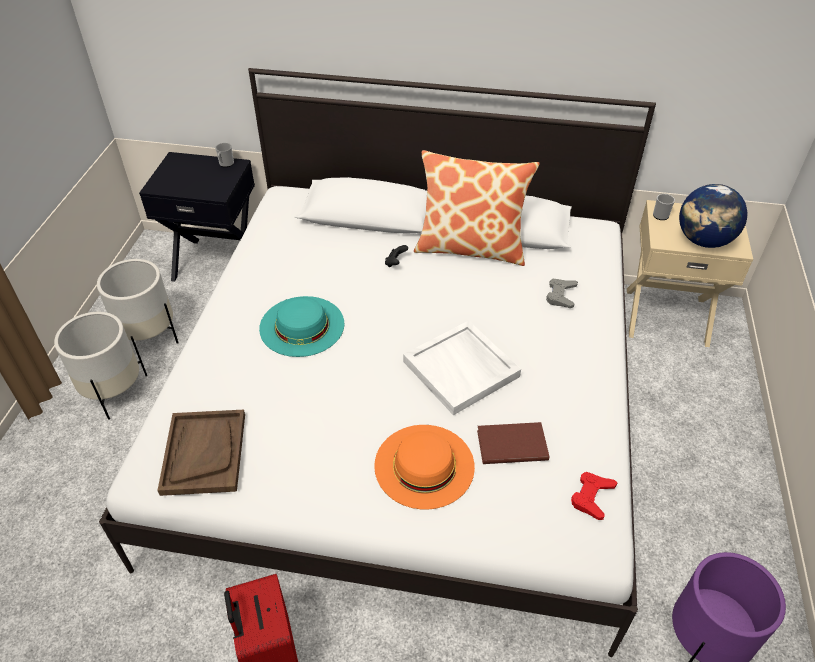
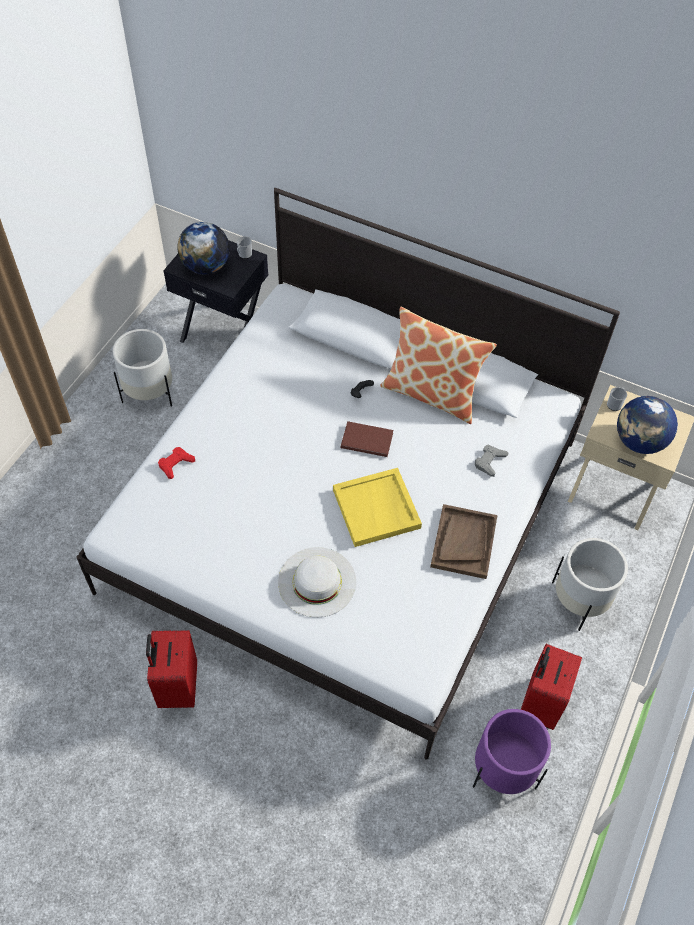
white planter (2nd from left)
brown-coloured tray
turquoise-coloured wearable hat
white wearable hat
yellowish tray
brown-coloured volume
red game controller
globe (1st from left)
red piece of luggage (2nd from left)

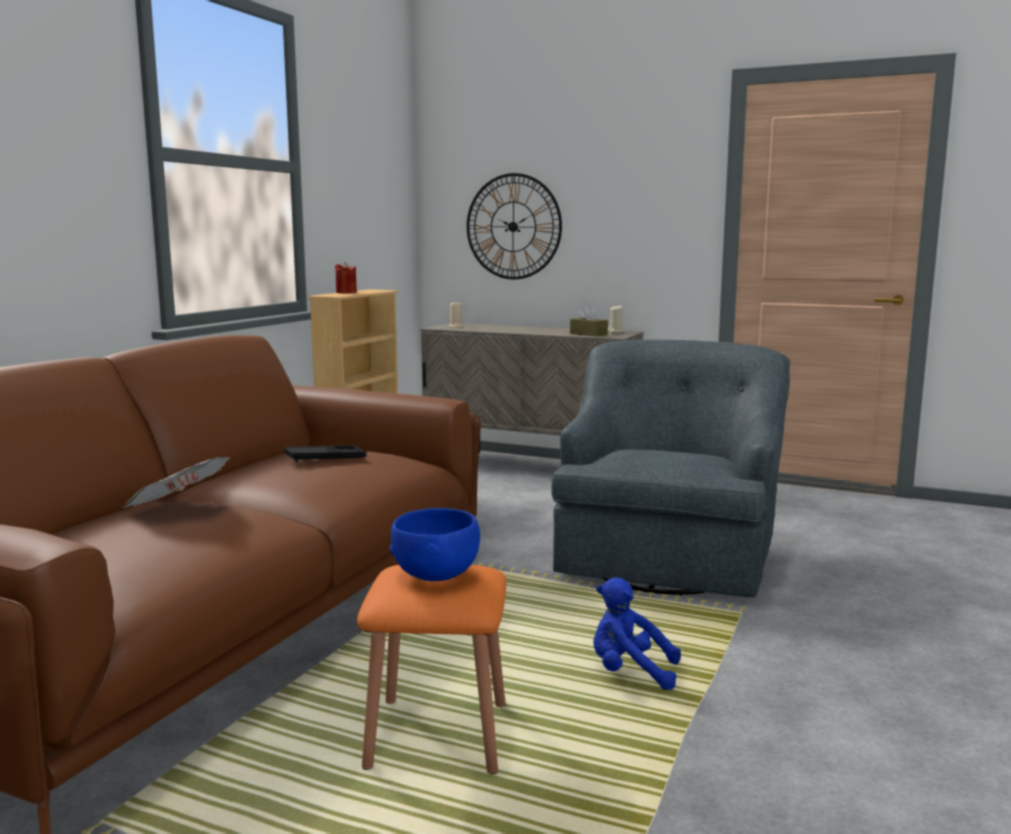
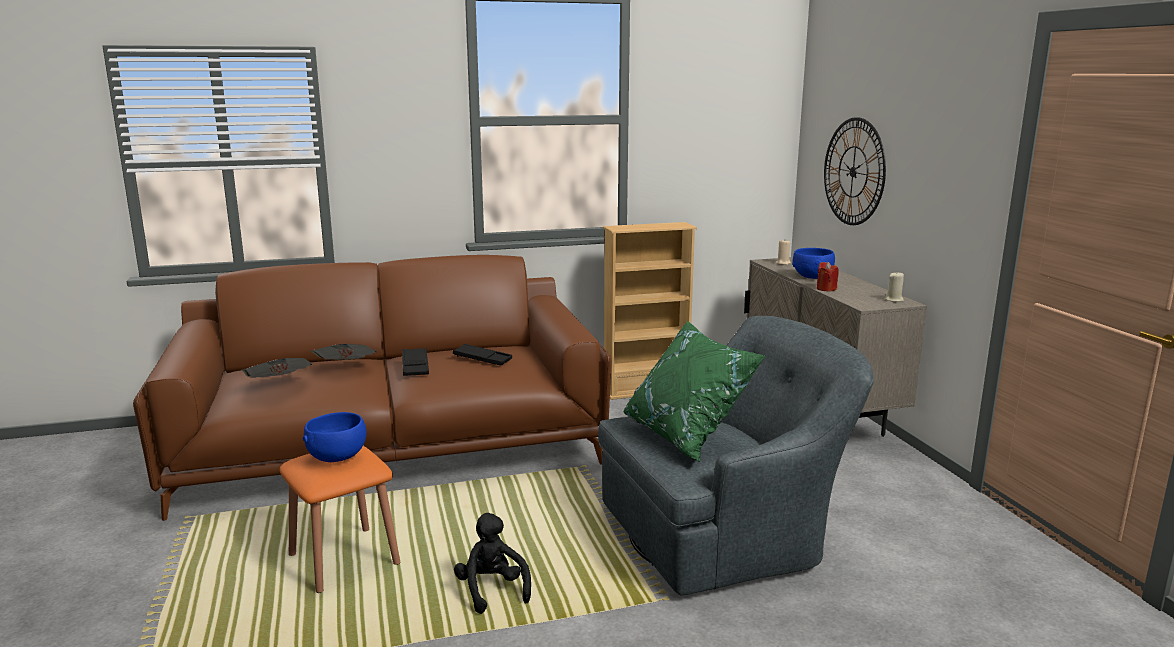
red candle
brown-coloured tissue box
black plush toy
printed paper (1st from left)
black tray (1st from left)
green-coloured throw pillow
blue-coloured deep dish (2nd from left)

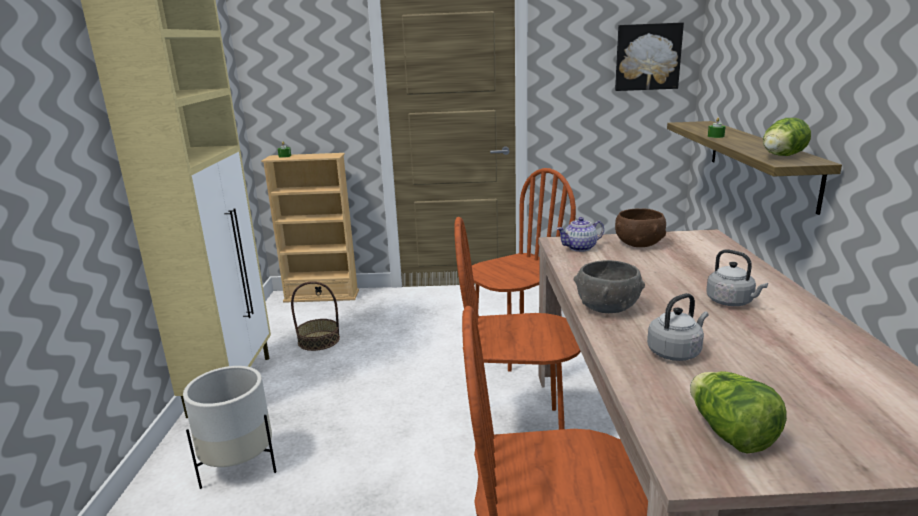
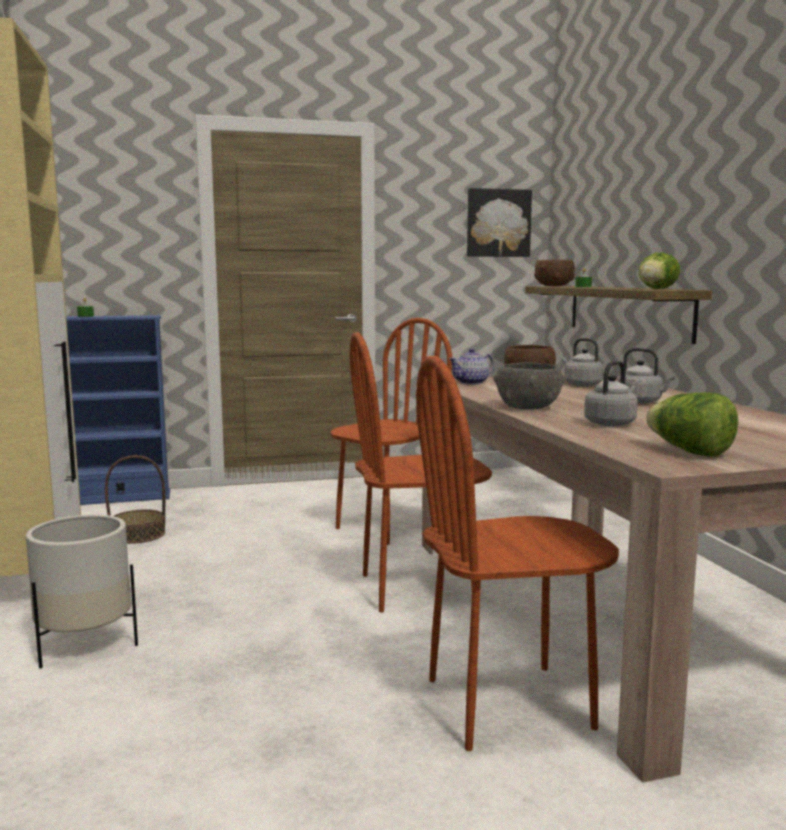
blue-coloured bookcase
brown-coloured deep dish (2nd from left)
grey tea kettle (1st from left)

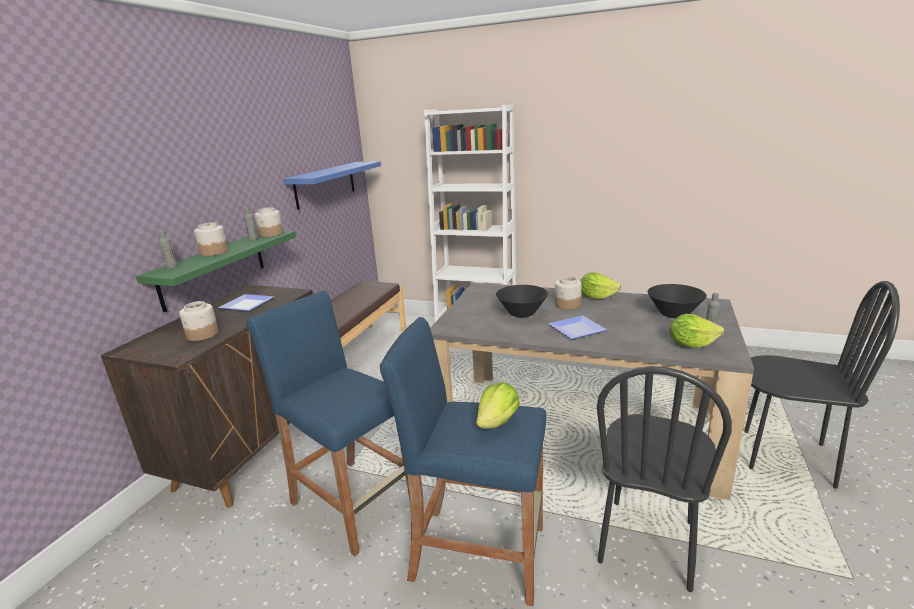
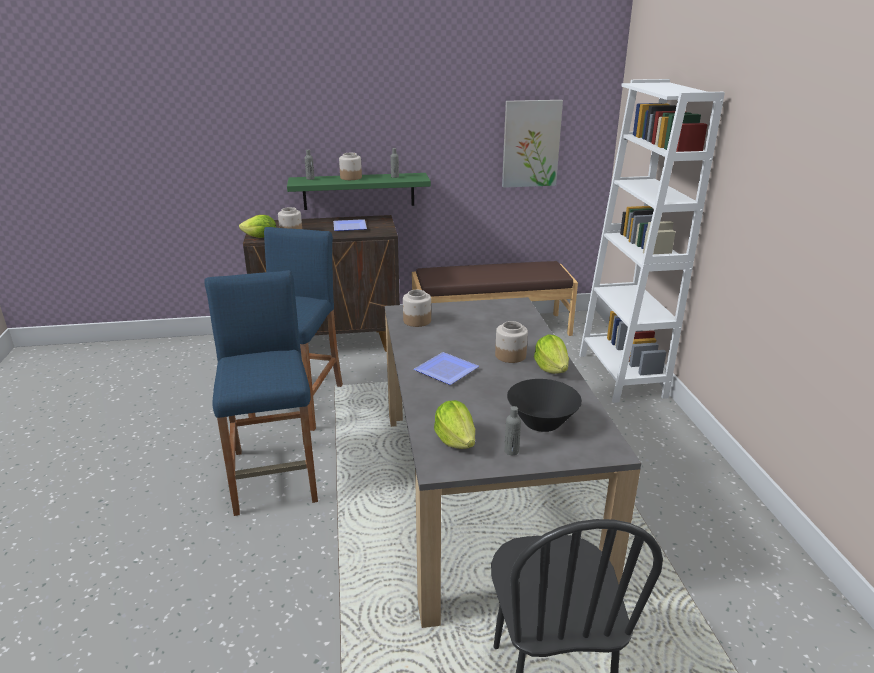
preserve jar (3rd from left)
wall art
lettuce (1st from left)
black deep dish (1st from left in the first image)
black upright chair (1st from left in the first image)

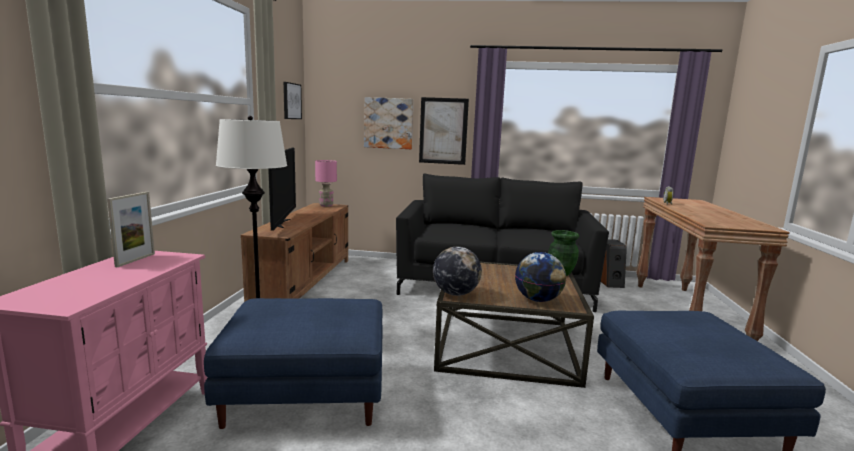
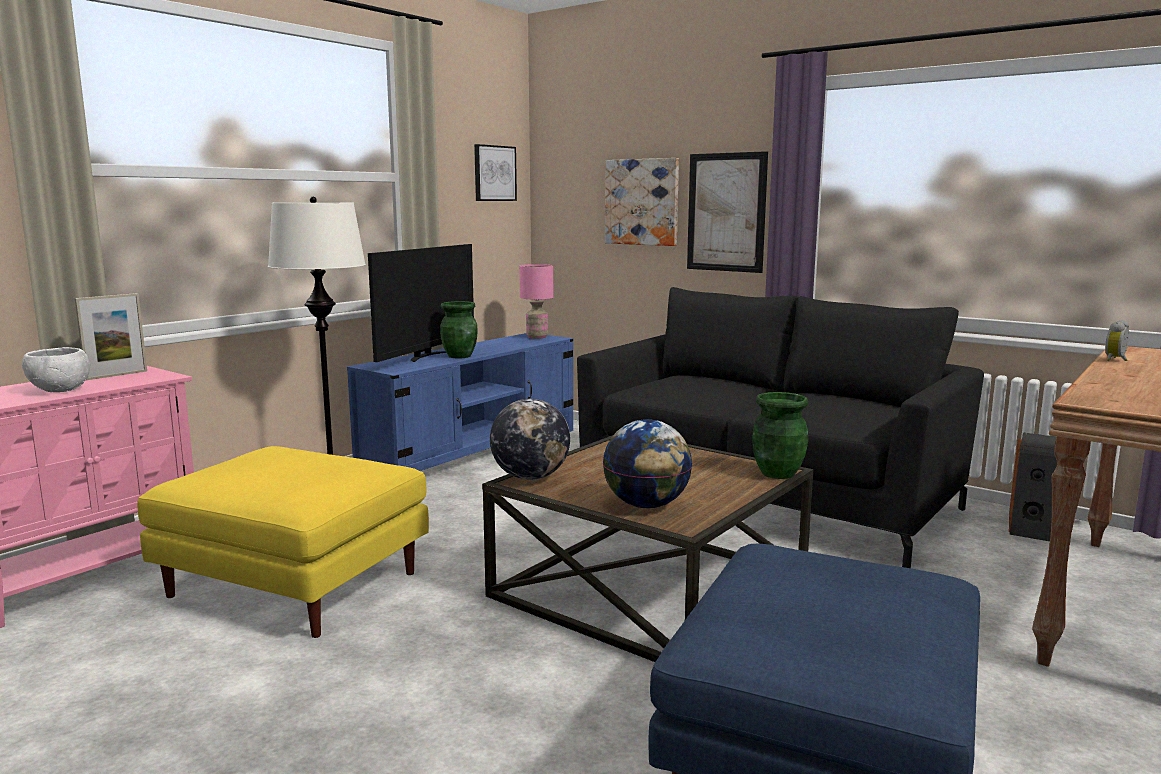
yellowish ottoman
blue-coloured media console
white deep dish
green-coloured decorative vase (1st from left)

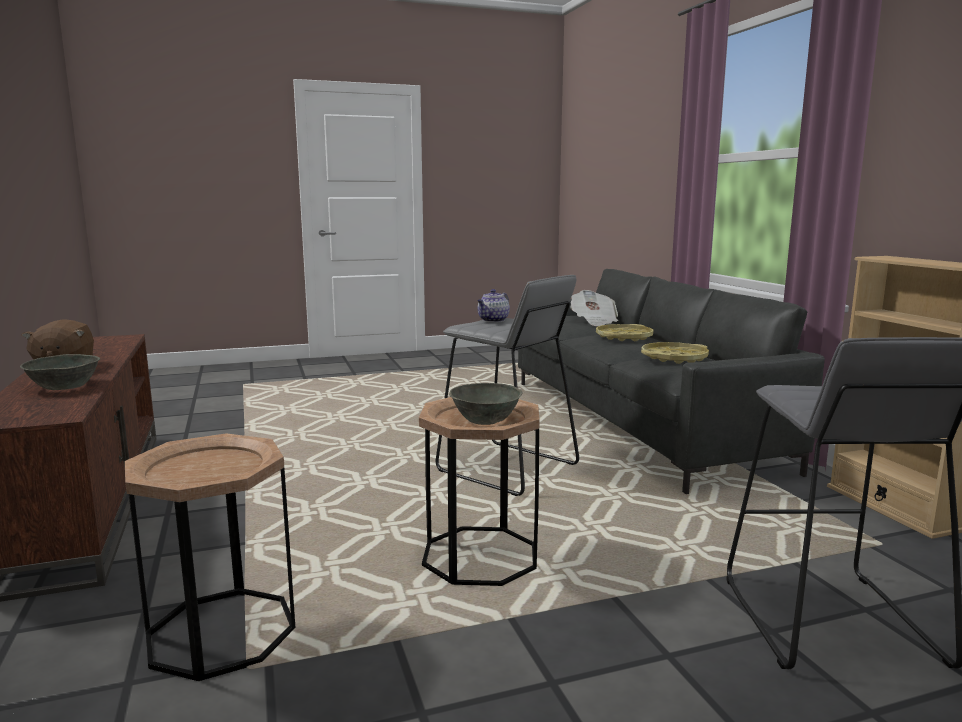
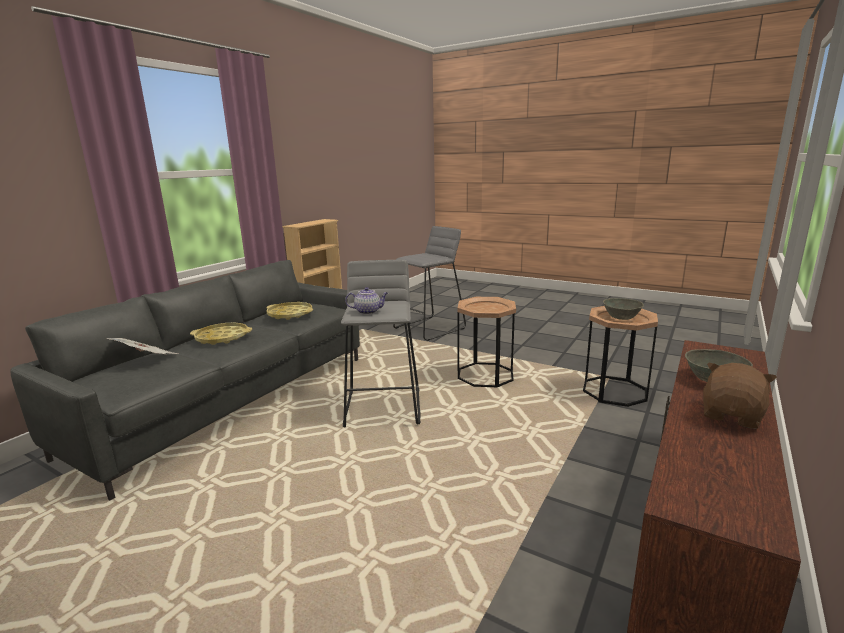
grey deep dish (1st from left)

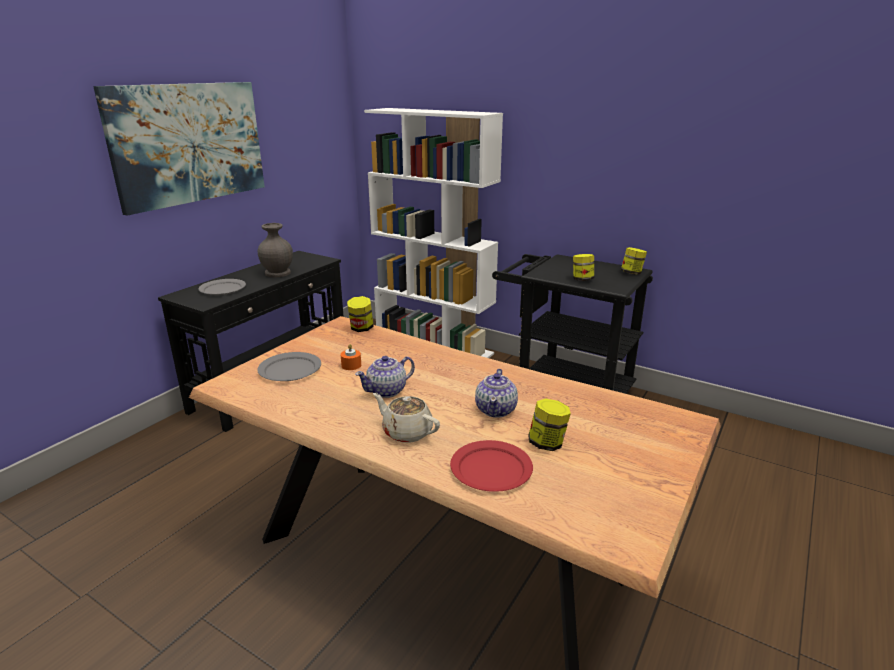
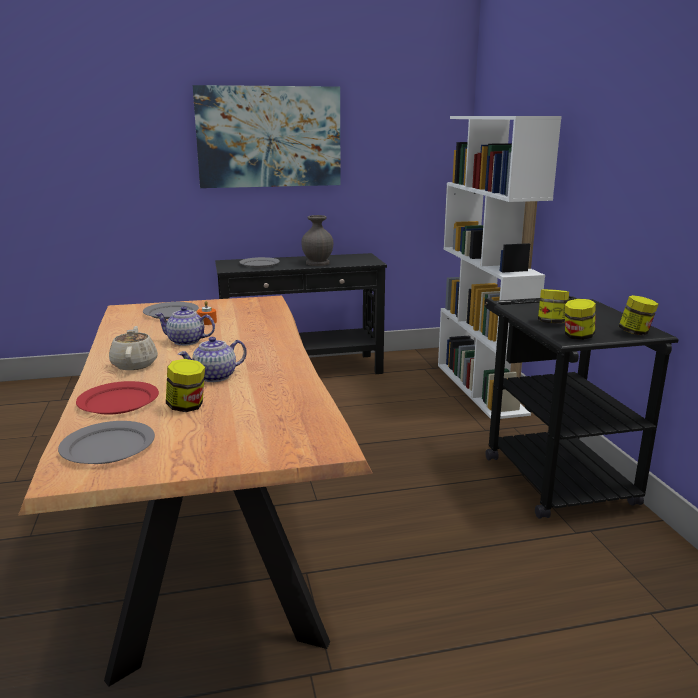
preserve jar (3rd from left)
grey dinner plate (1st from left)

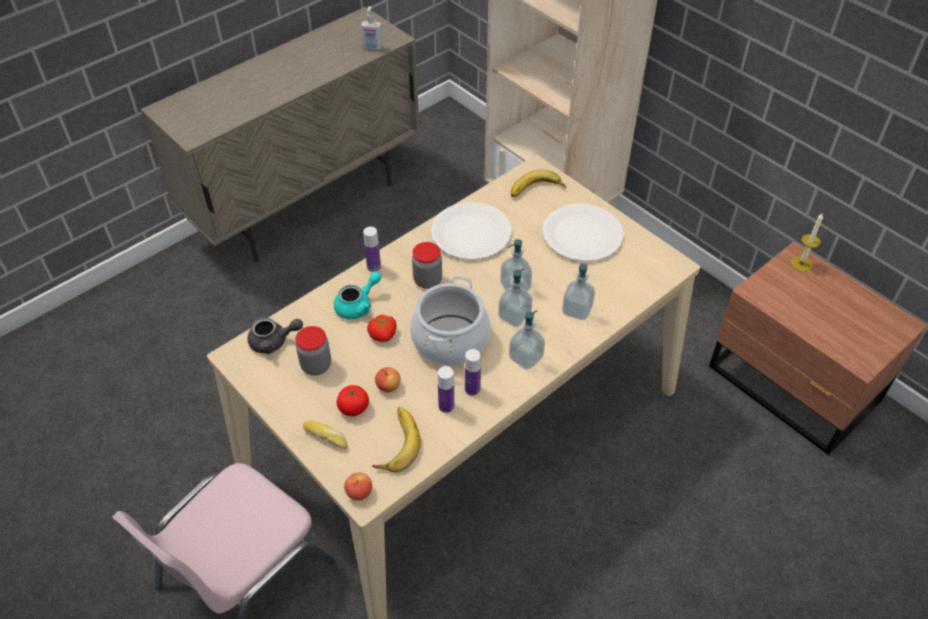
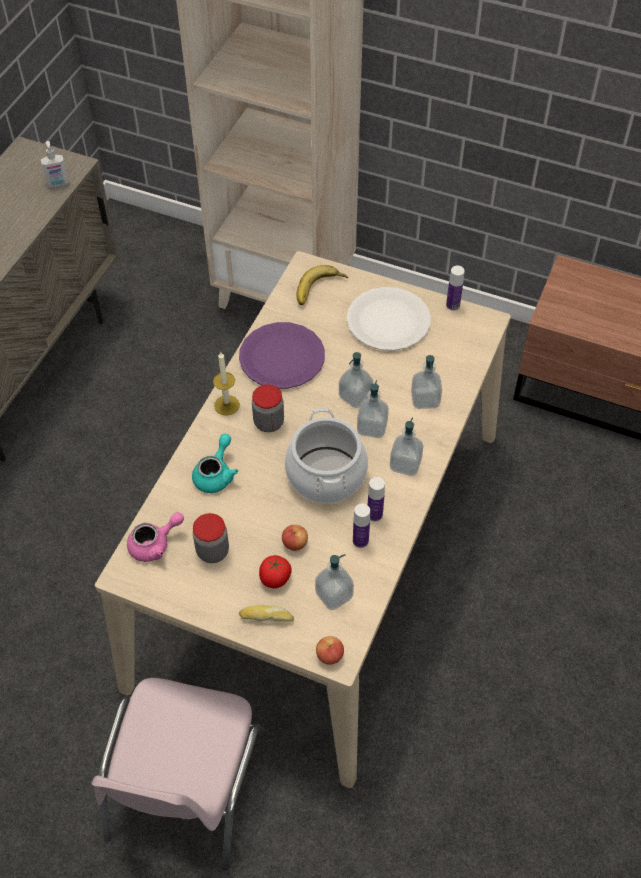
pinkish tea pot
bottle (3rd from left)
fresh tomato (2nd from left in the first image)
soap bottle (2nd from left)
purple dinner plate
candle

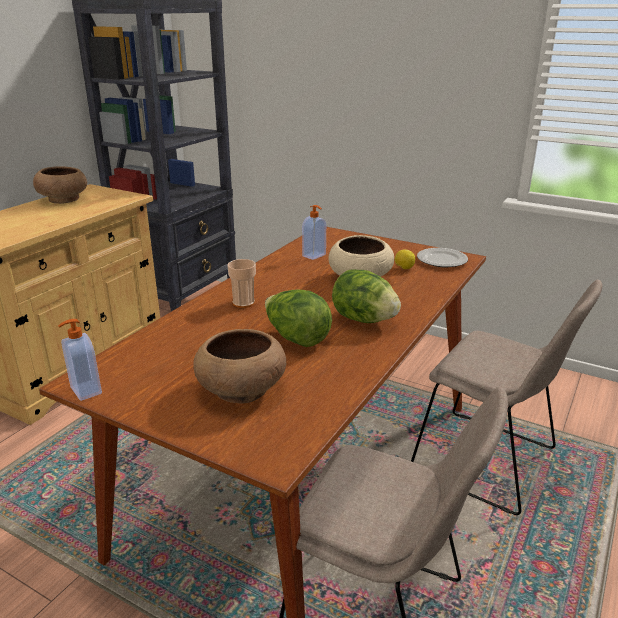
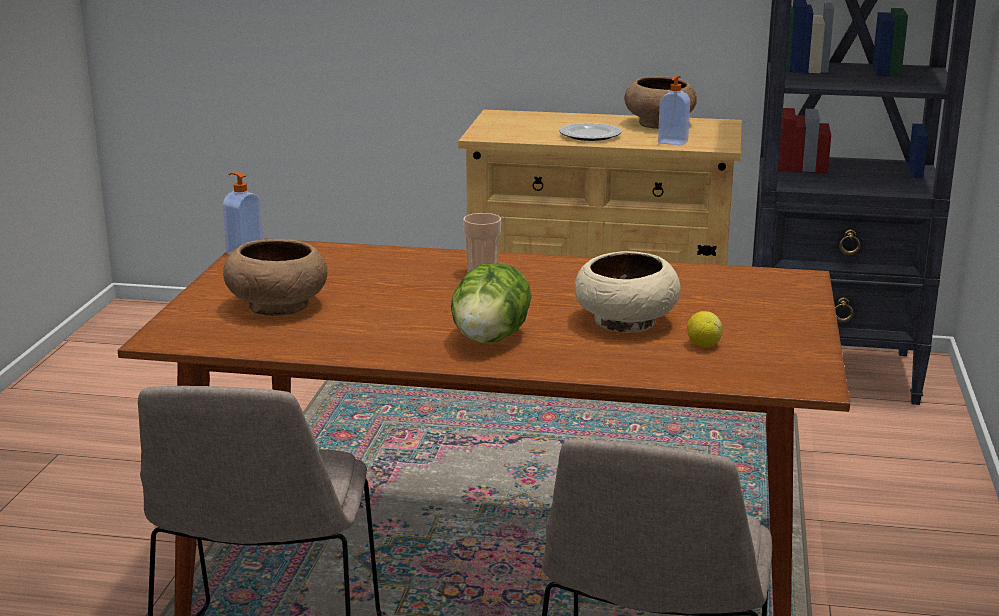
lettuce (1st from left in the first image)
soap bottle (2nd from left)
dinner plate

